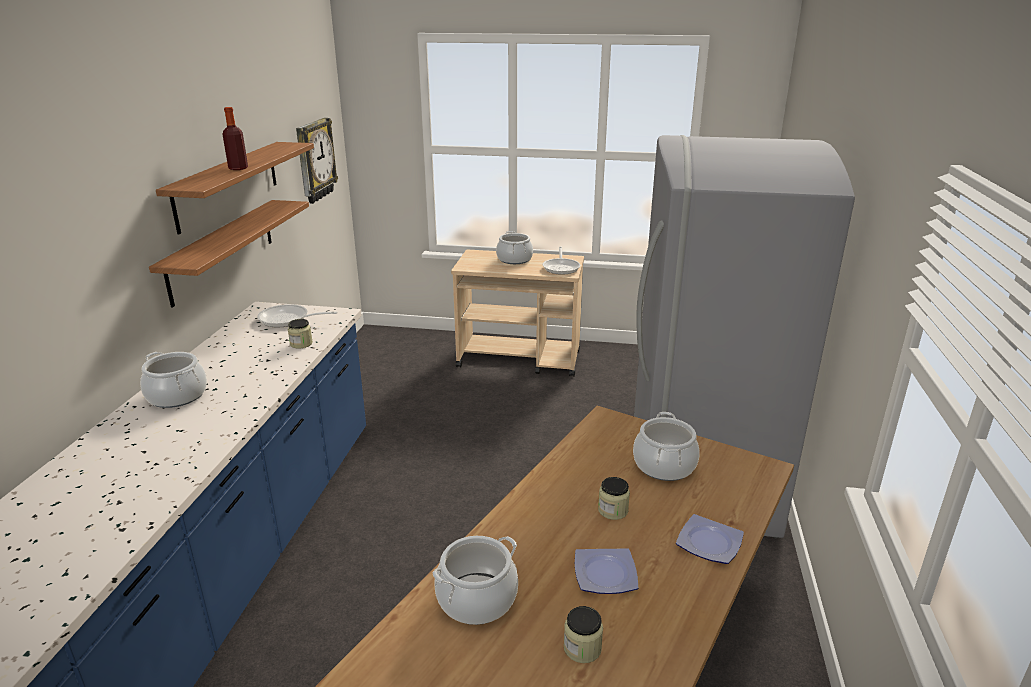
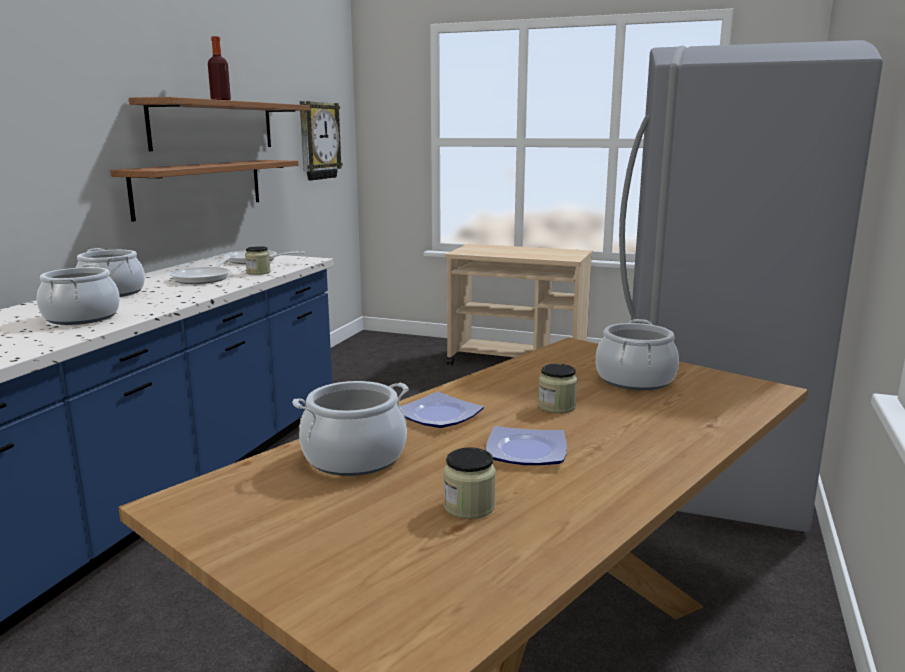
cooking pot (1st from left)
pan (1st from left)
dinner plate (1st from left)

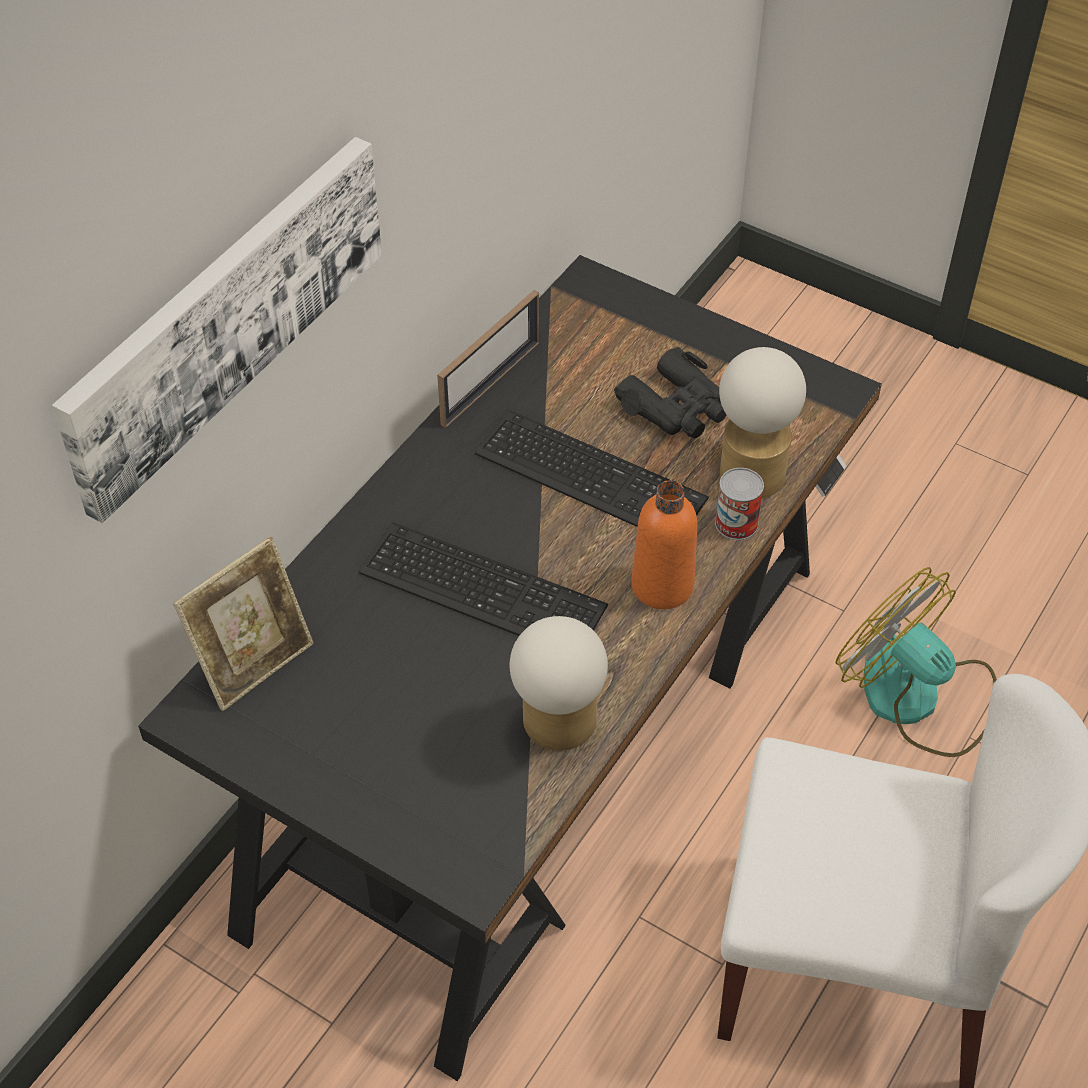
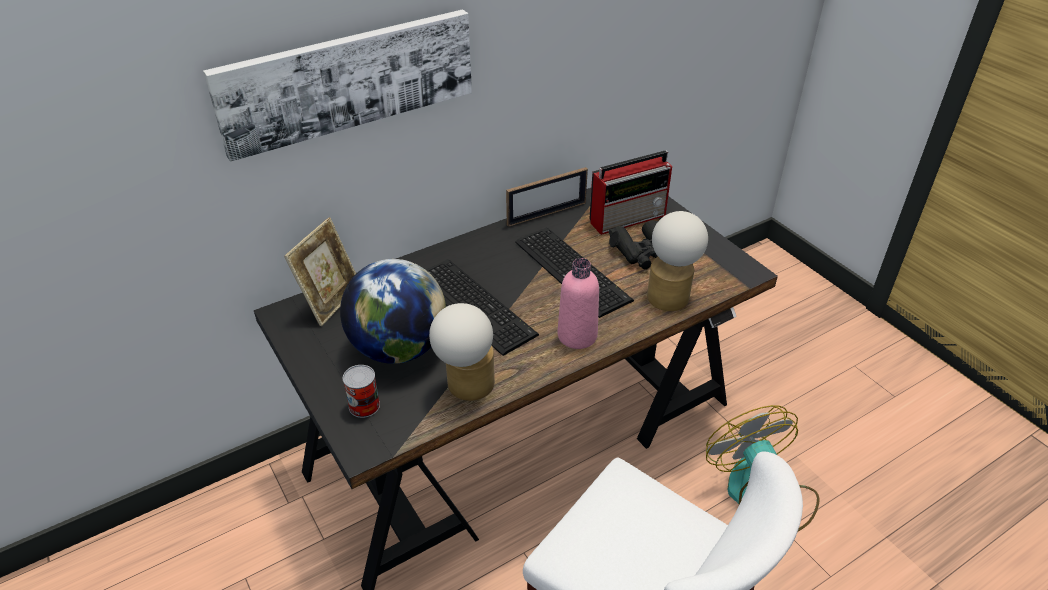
photo frame (1st from left)
pinkish bottle
can
globe
radio receiver

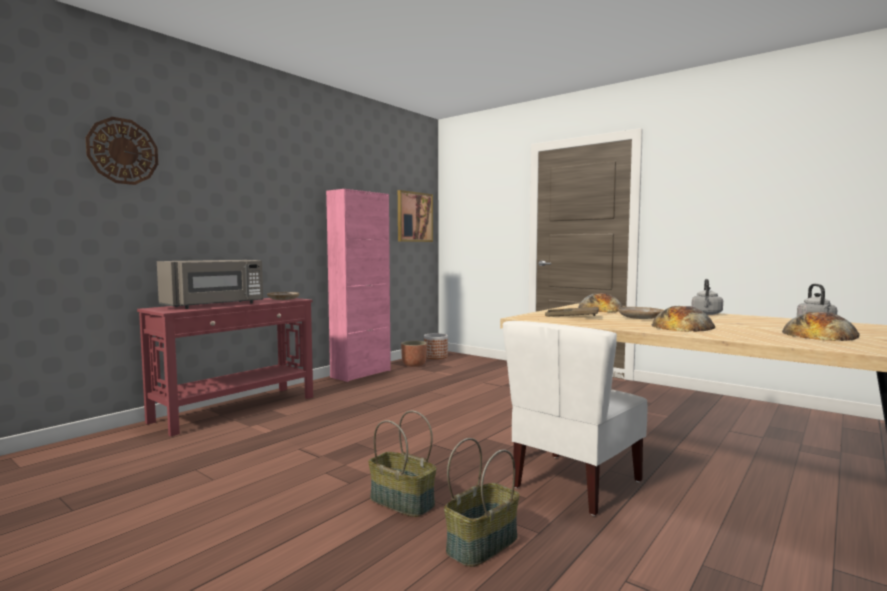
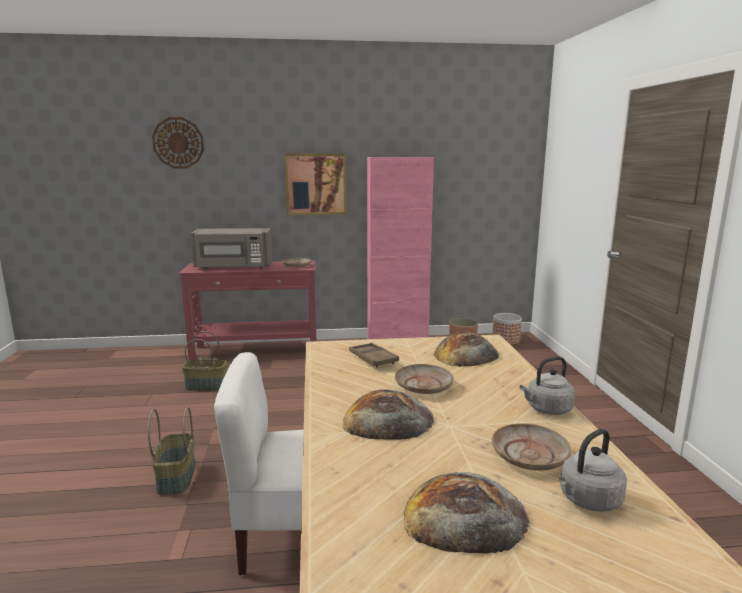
wall art
household basket (2nd from left)
beige-coloured dinner plate (3rd from left)

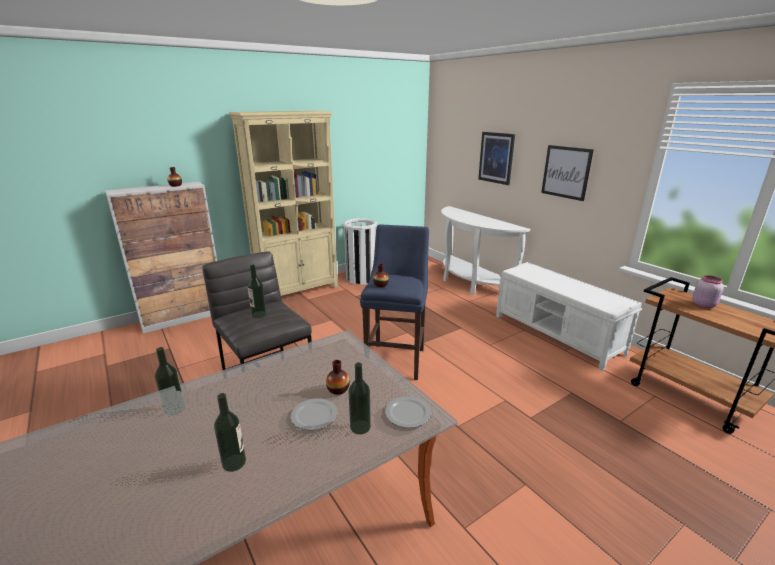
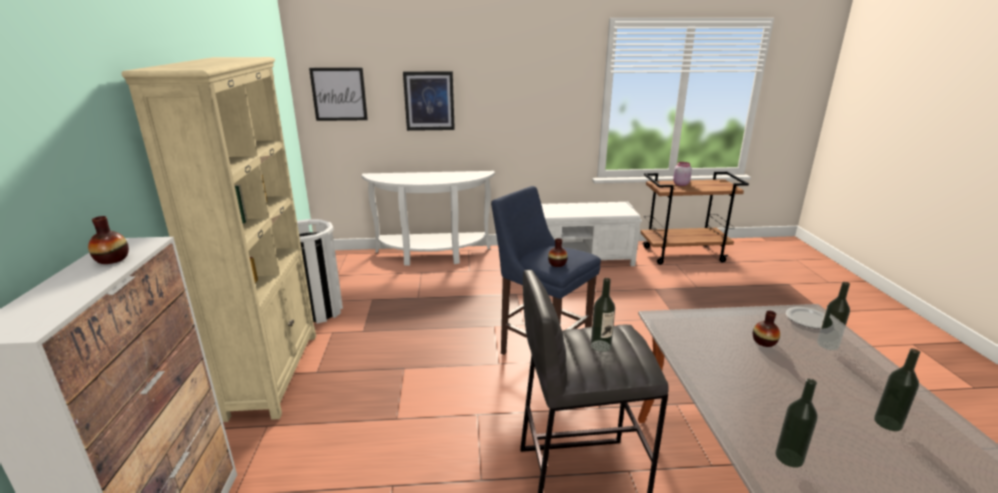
dinner plate (1st from left in the first image)
wall art (1st from left)

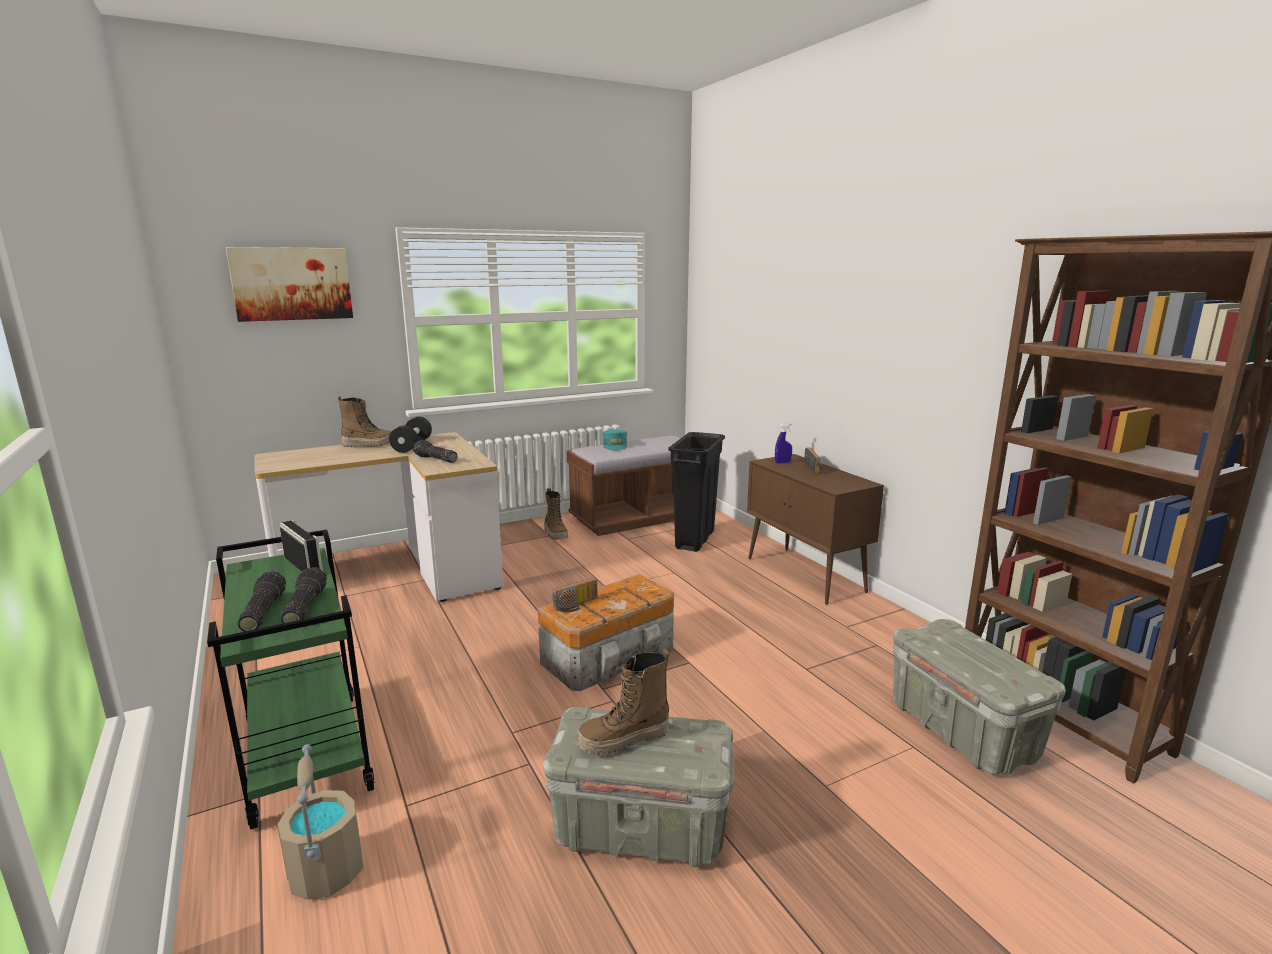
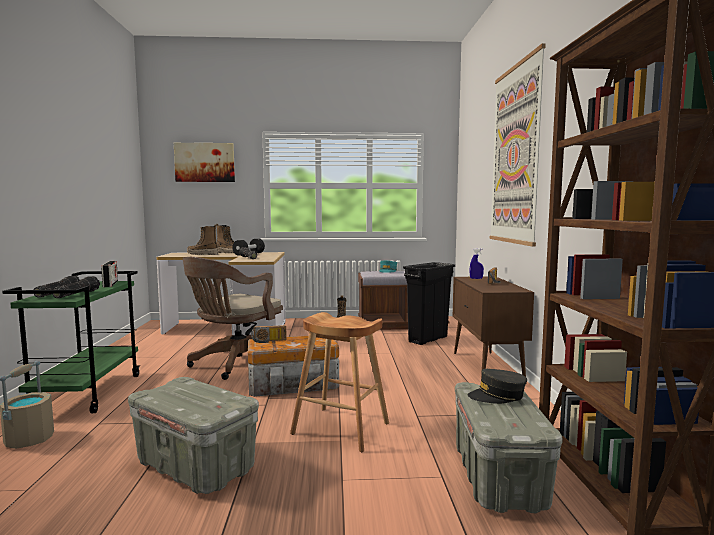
tall boot (1st from left)
brown-coloured desk chair
brown-coloured stool seat
grey baseball cap
wall art (2nd from left)

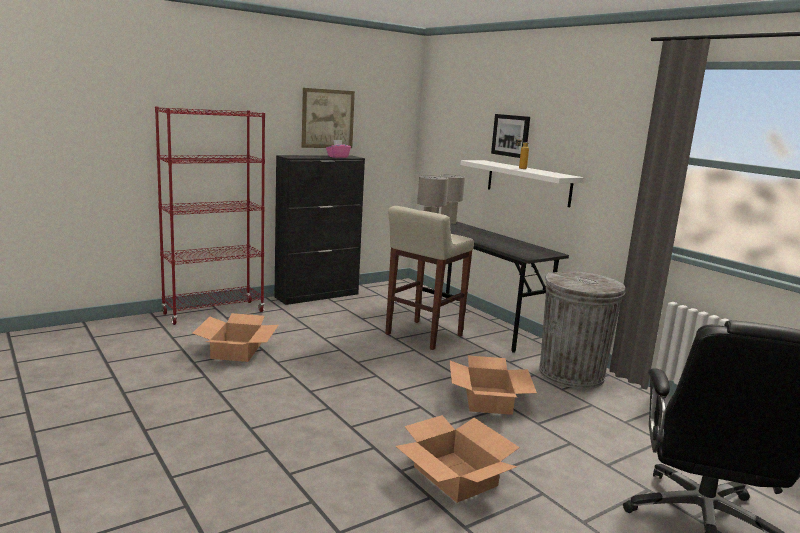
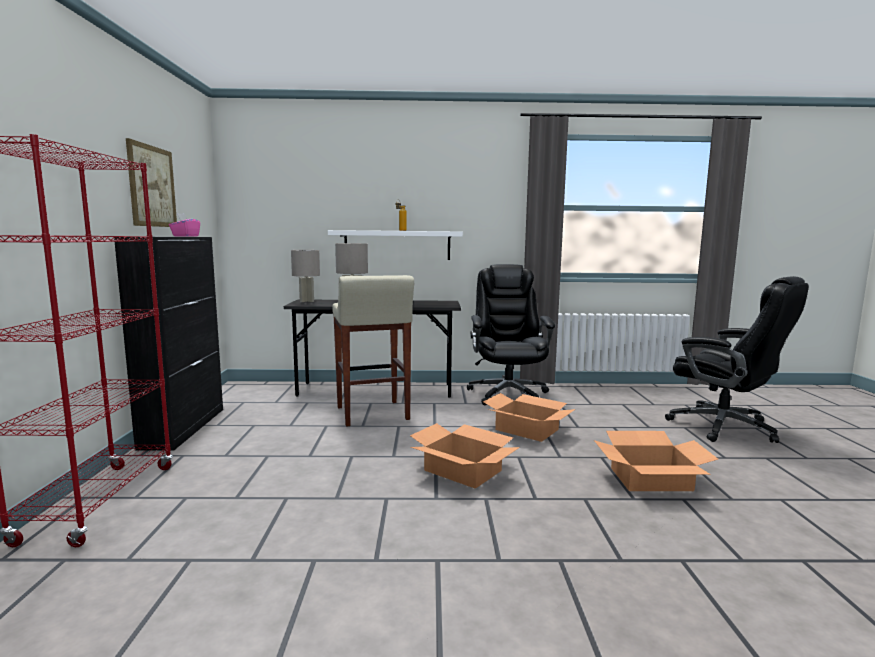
packing box (1st from left)
wall art (2nd from left in the first image)
black desk chair (1st from left)

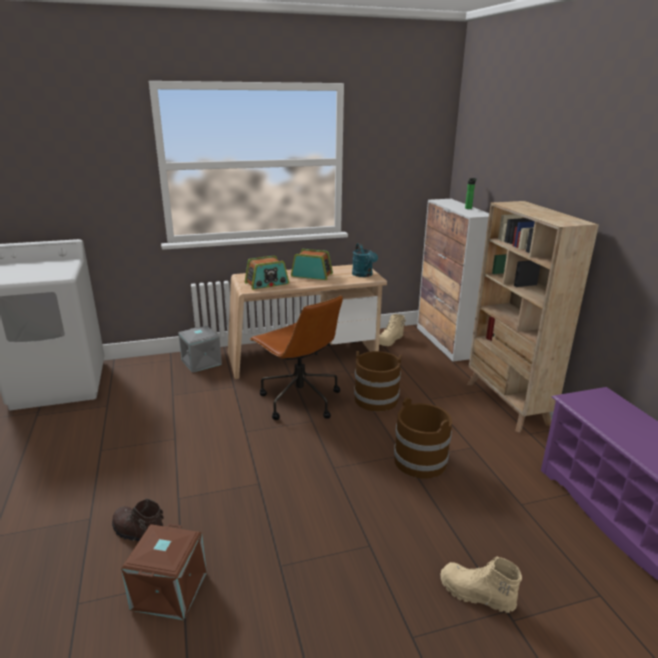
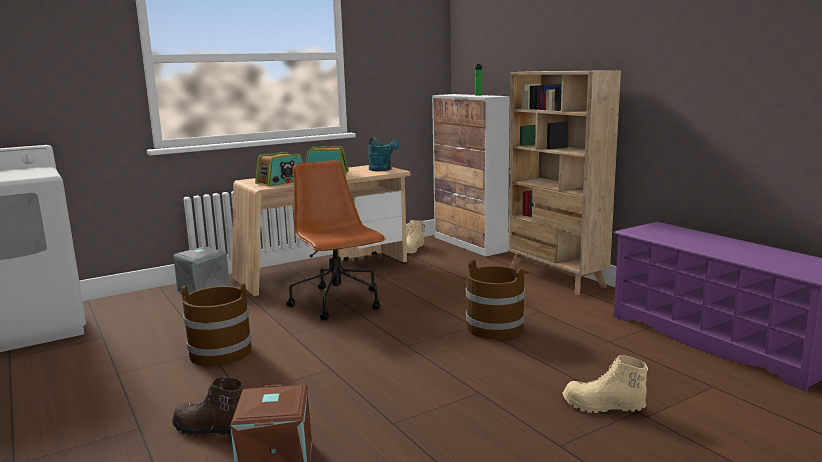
brown-coloured desk chair
brown-coloured bucket (1st from left)

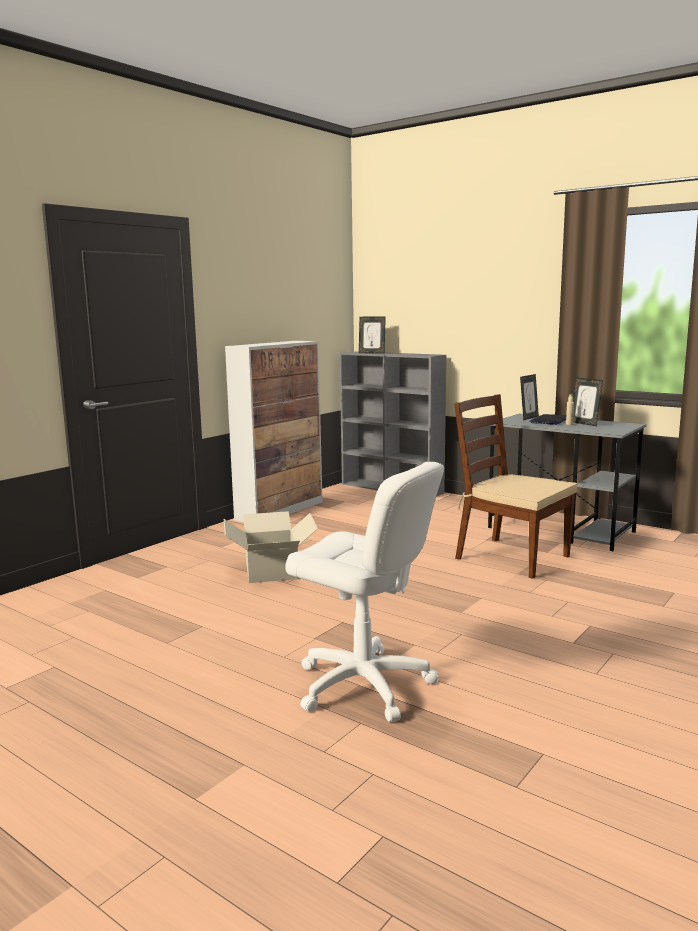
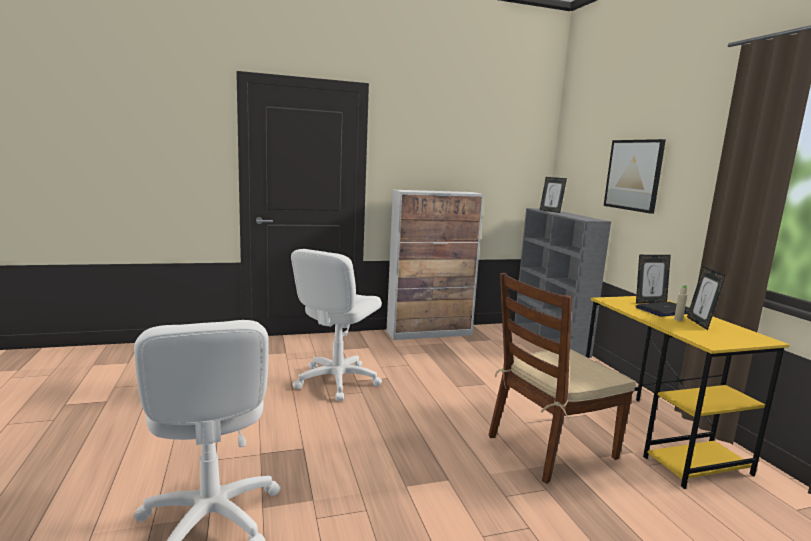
white desk chair (2nd from left)
brown-coloured upright chair
yellowish desk unit
wall art

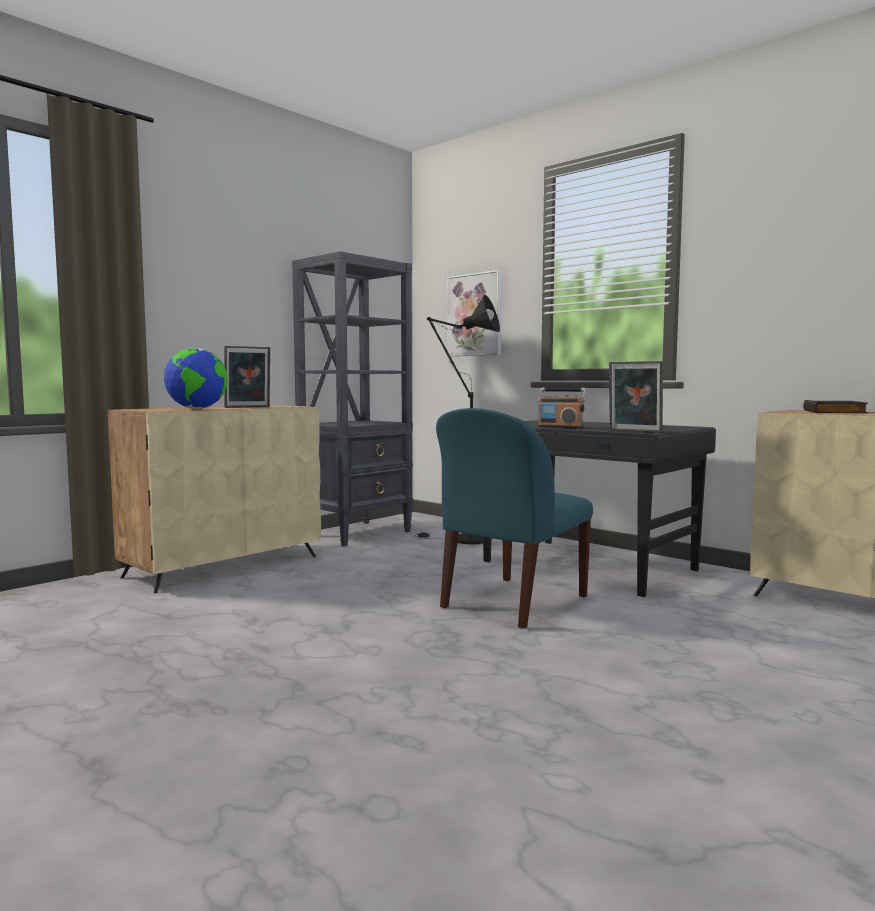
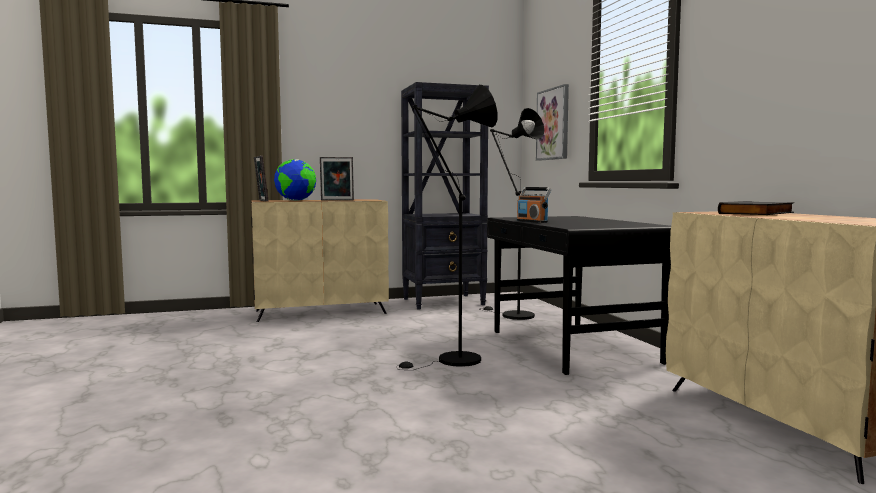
black standard lamp (1st from left)
photo frame (1st from left)

